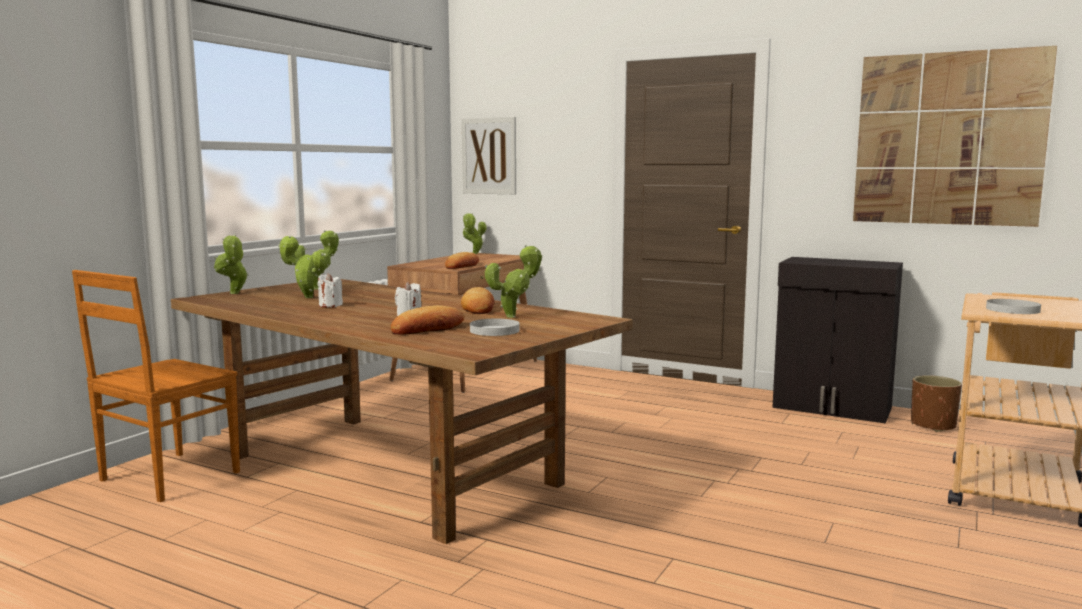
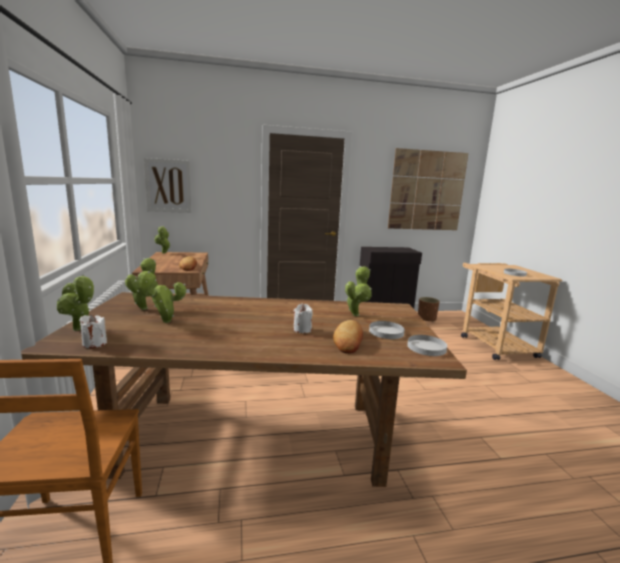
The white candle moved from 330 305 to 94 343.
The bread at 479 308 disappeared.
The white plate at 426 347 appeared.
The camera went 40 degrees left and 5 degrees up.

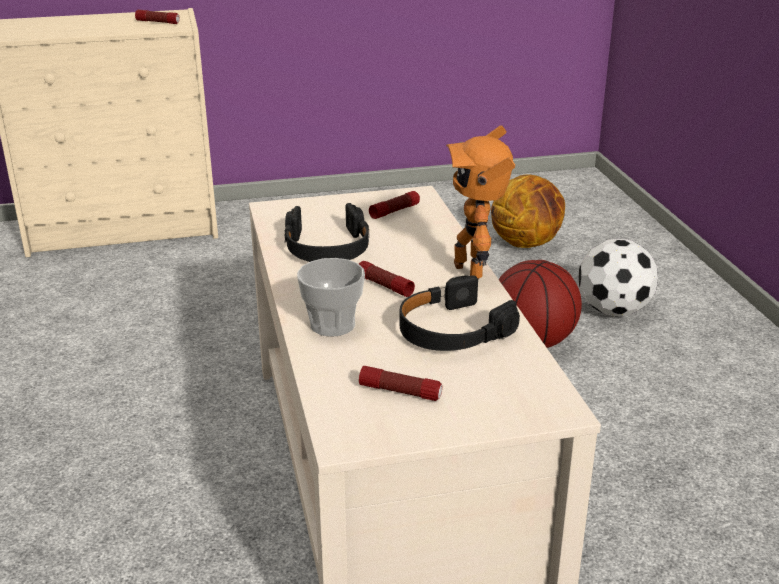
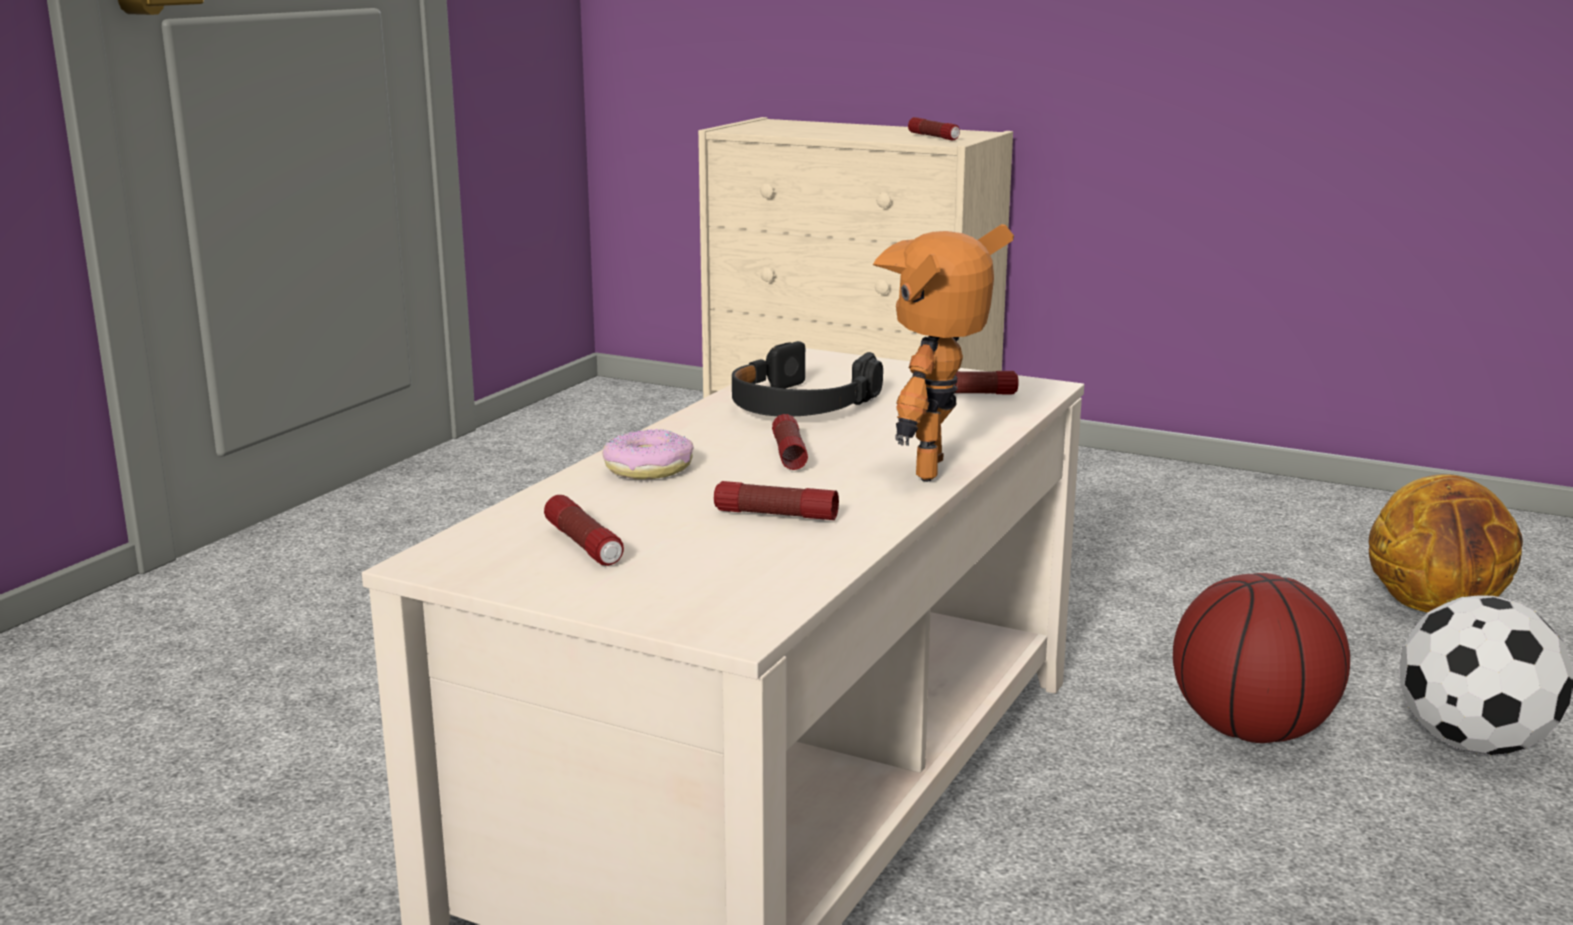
The cup at 332 325 was replaced by the donut at 647 468.
The black headphones at 452 330 was replaced by the flashlight at 775 515.
The camera went 40 degrees right and 10 degrees down.

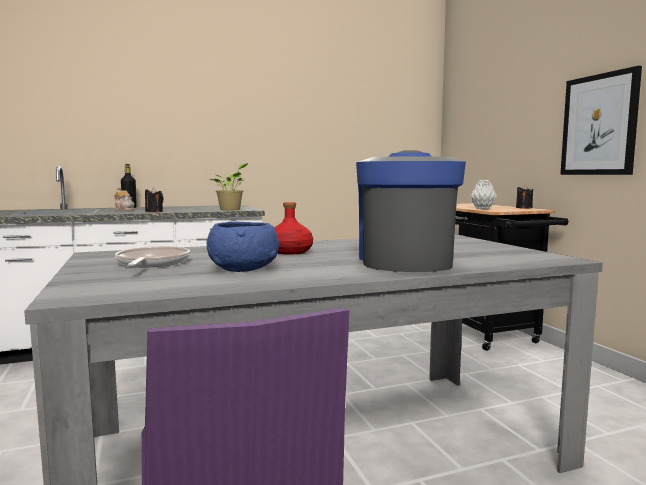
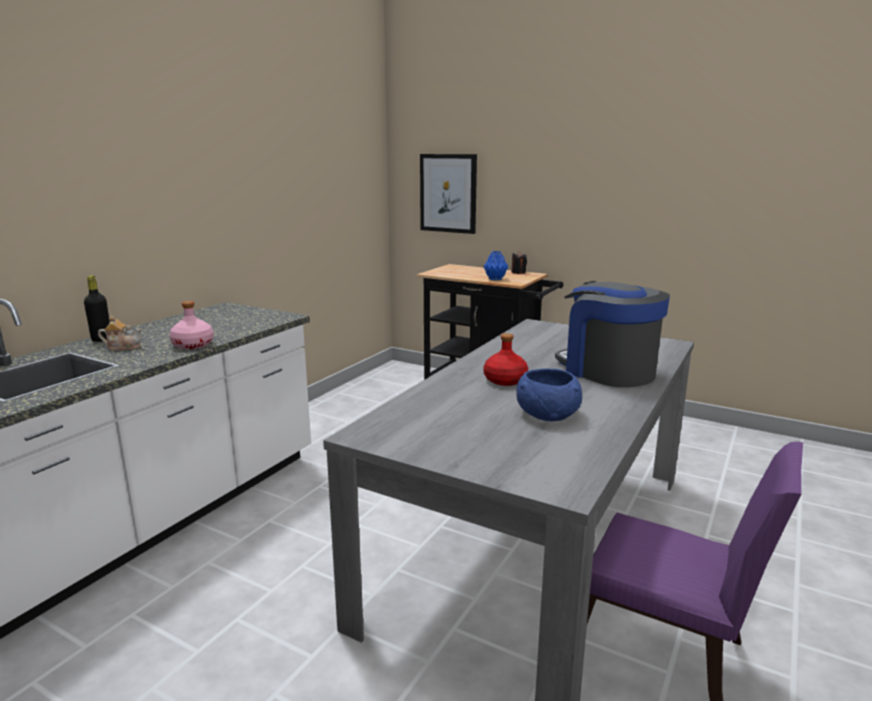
The picture moved from 599 125 to 448 193.
The potted plant at 231 209 disappeared.
The grey vase at 482 208 became the blue vase at 495 279.
The black candle at 154 211 was replaced by the pink bottle at 193 345.
The frying pan at 151 263 disappeared.
The camera went 40 degrees left and 10 degrees up.

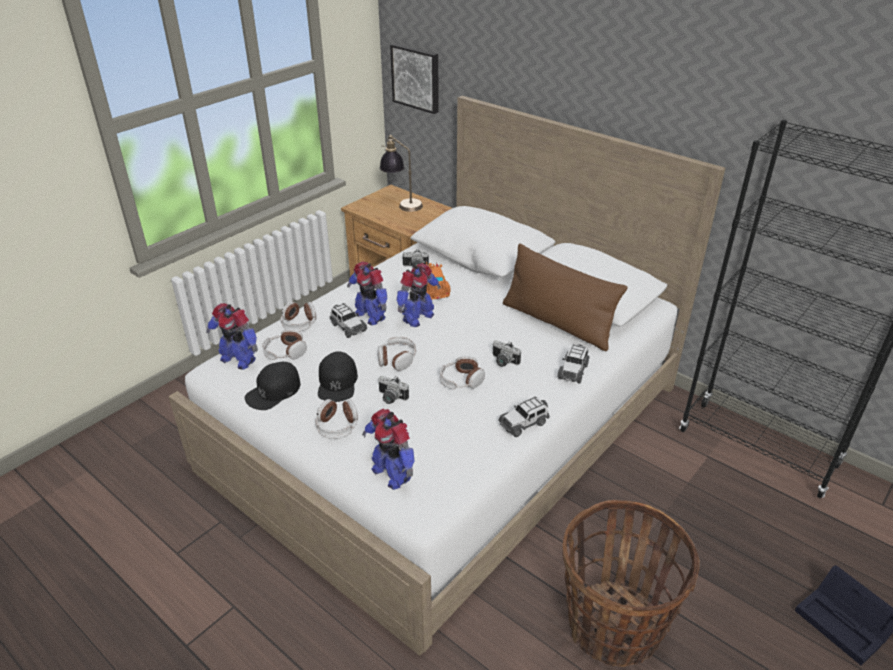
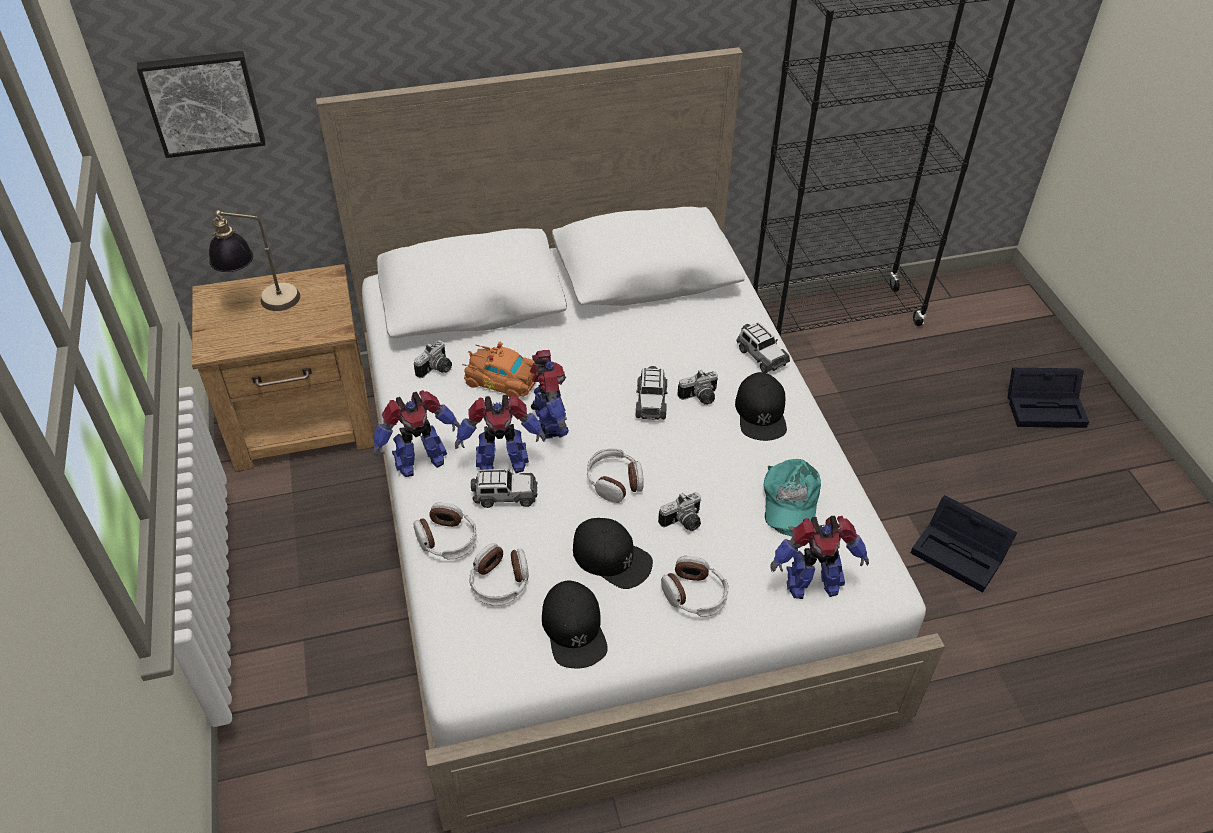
The brown pillow at 557 323 disappeared.
The toy robot moved from 238 359 to 419 461.
The headphones at 461 380 disappeared.
The toy car moved from 524 423 to 651 402.
The basket at 613 626 was replaced by the black storage box at 961 554.
The black cap at 761 413 appeared.
The turquoise cap at 789 501 appeared.
The camera went 55 degrees left and 10 degrees up.

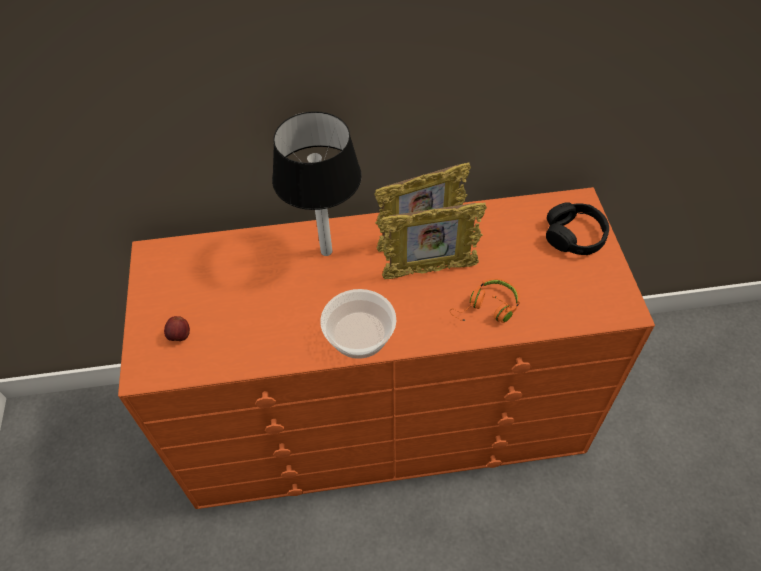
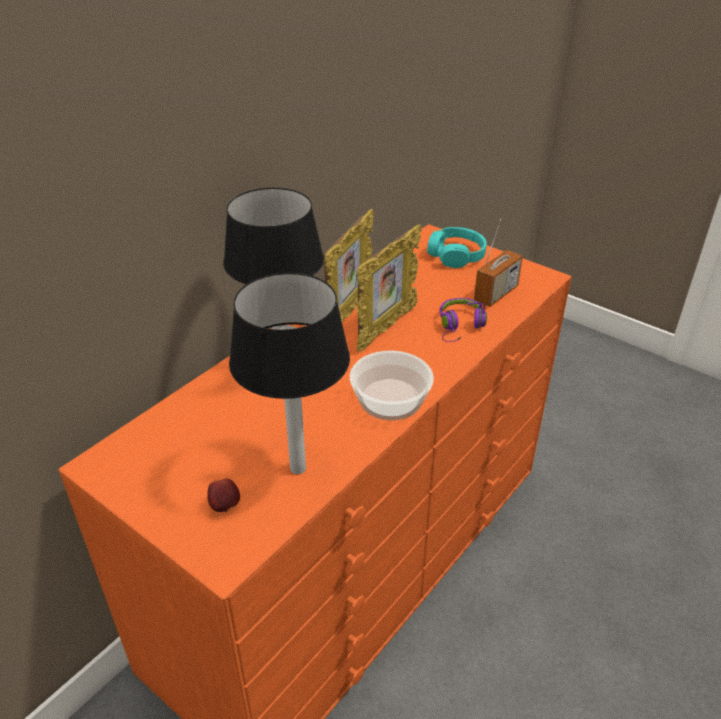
The black headphones at 574 236 became the turquoise headphones at 456 255.
The orange headphones at 487 308 became the purple headphones at 460 326.
The radio at 496 294 appeared.
The table lamp at 297 469 appeared.
The camera went 45 degrees left and 15 degrees down.

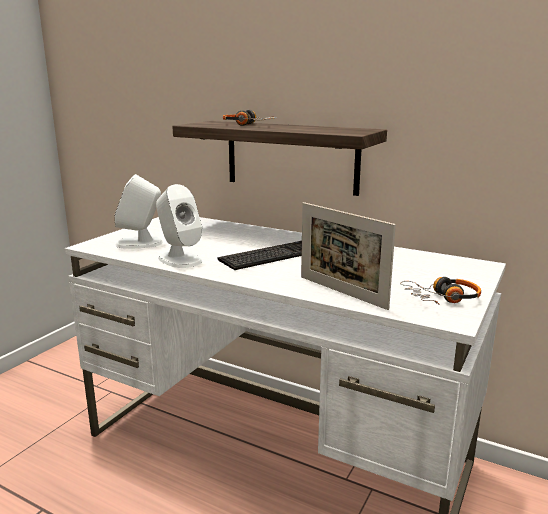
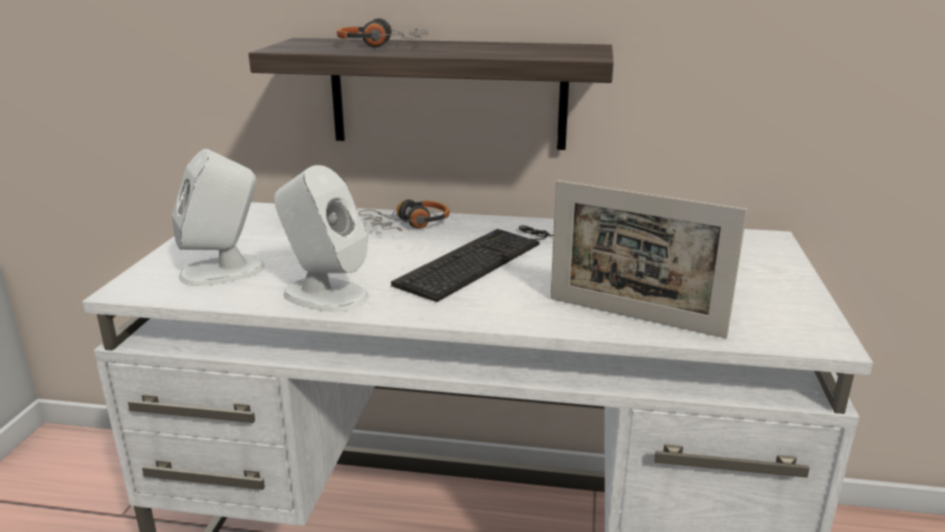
The headphones moved from 442 299 to 408 225.
The camera went 20 degrees left and 5 degrees up.

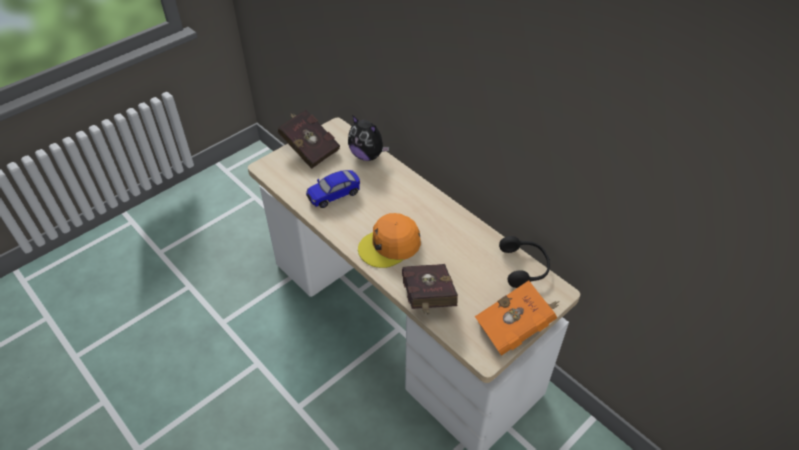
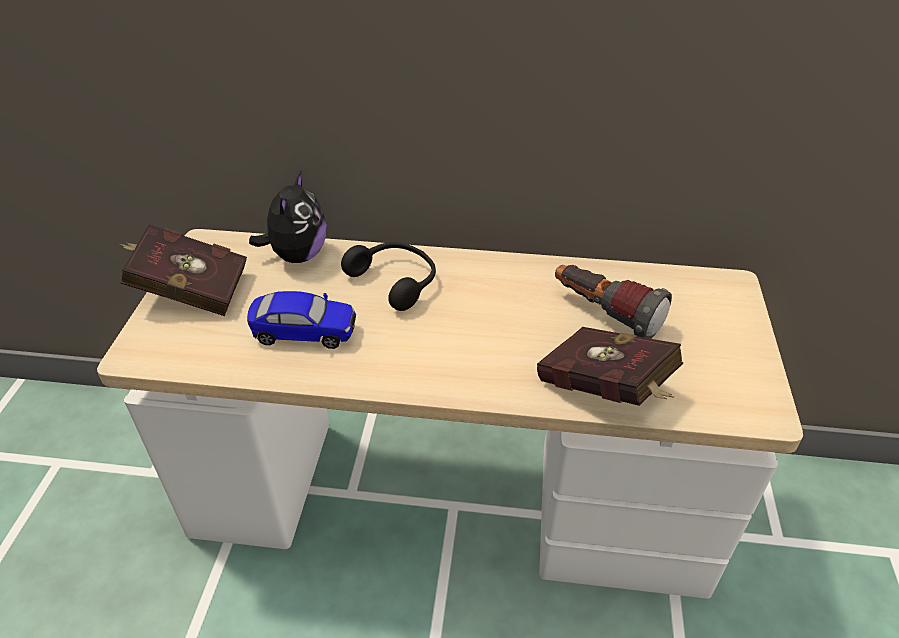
The plush toy at 367 155 turned 75 degrees counterclockwise.
The toy car at 334 195 turned 105 degrees counterclockwise.
The orange cap at 390 245 disappeared.
The black headphones moved from 525 267 to 396 281.
The orange book at 516 328 disappeared.
The flashlight at 604 314 appeared.
The camera went 40 degrees left and 5 degrees down.

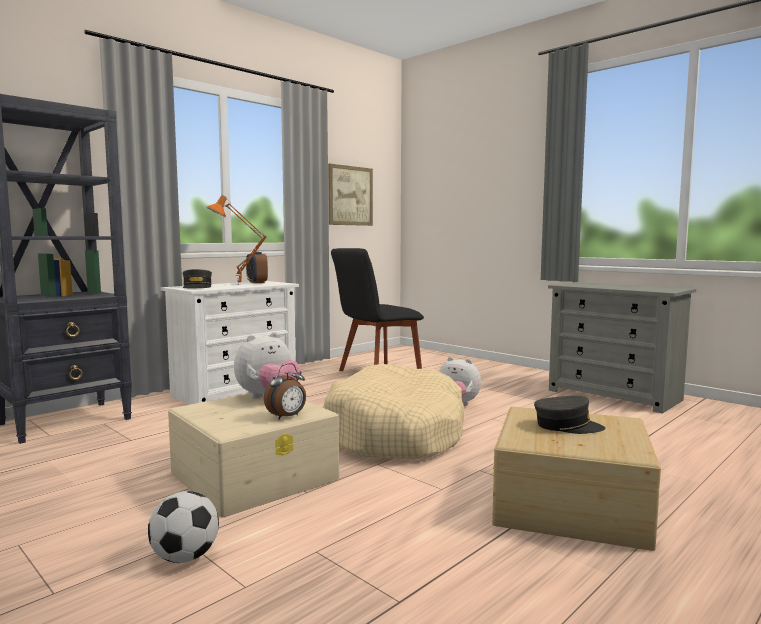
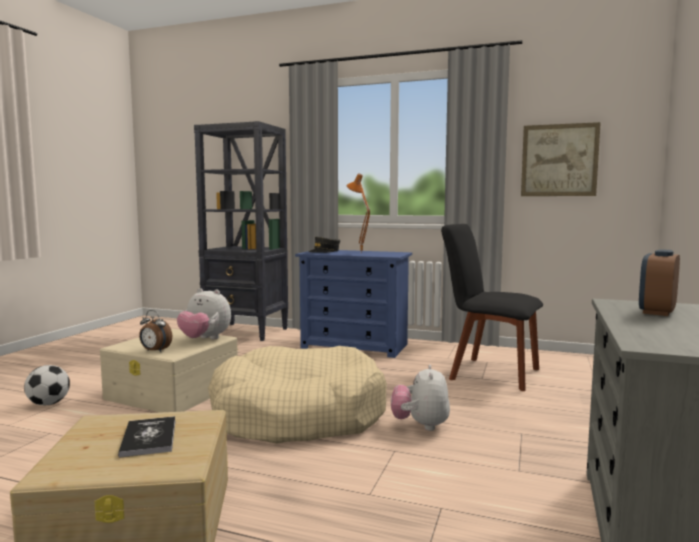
The alarm clock moved from 257 282 to 657 312.
The white dresser at 236 391 became the blue dresser at 355 346.
The grey cap at 567 426 was replaced by the book at 149 438.
The camera went 65 degrees right and 0 degrees up.

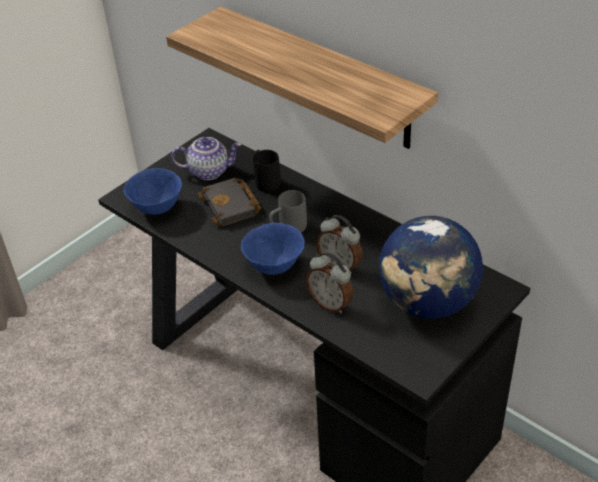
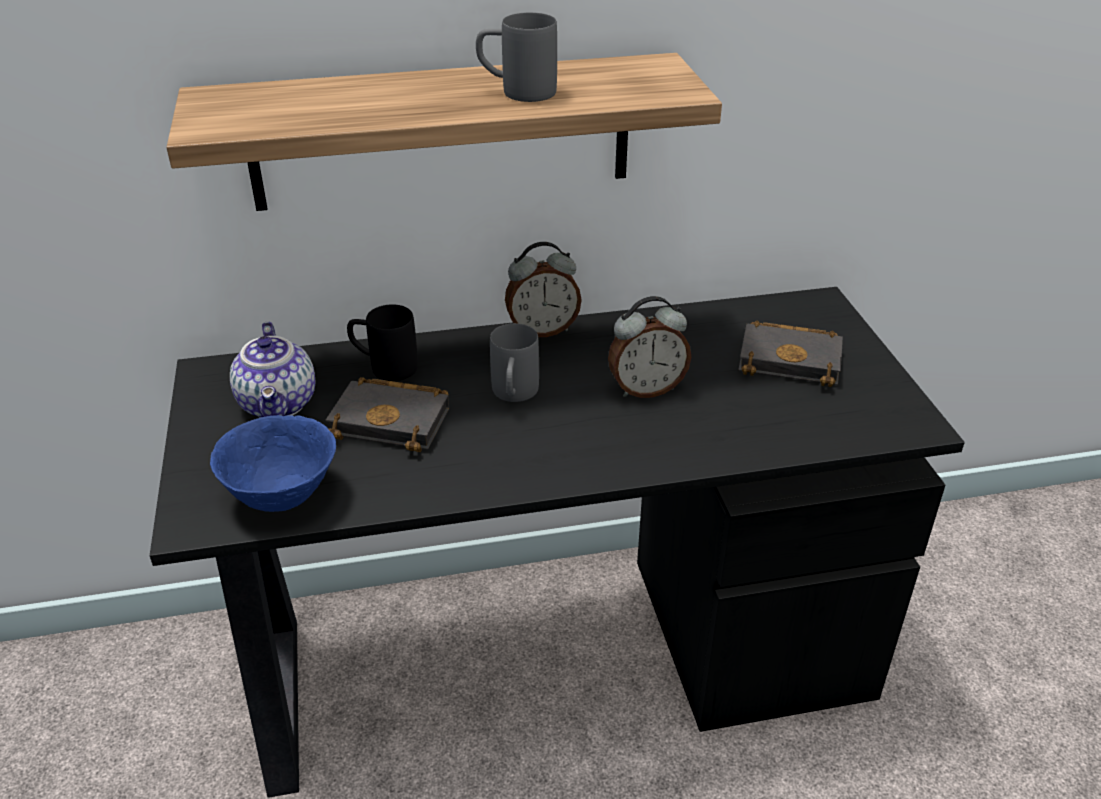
The teapot at 209 171 turned 135 degrees clockwise.
The globe at 428 303 was replaced by the black book at 792 359.
The blue bowl at 275 266 disappeared.
The alarm clock moved from 331 303 to 542 330.
The grey mug at 517 92 appeared.
The camera went 55 degrees left and 5 degrees down.

